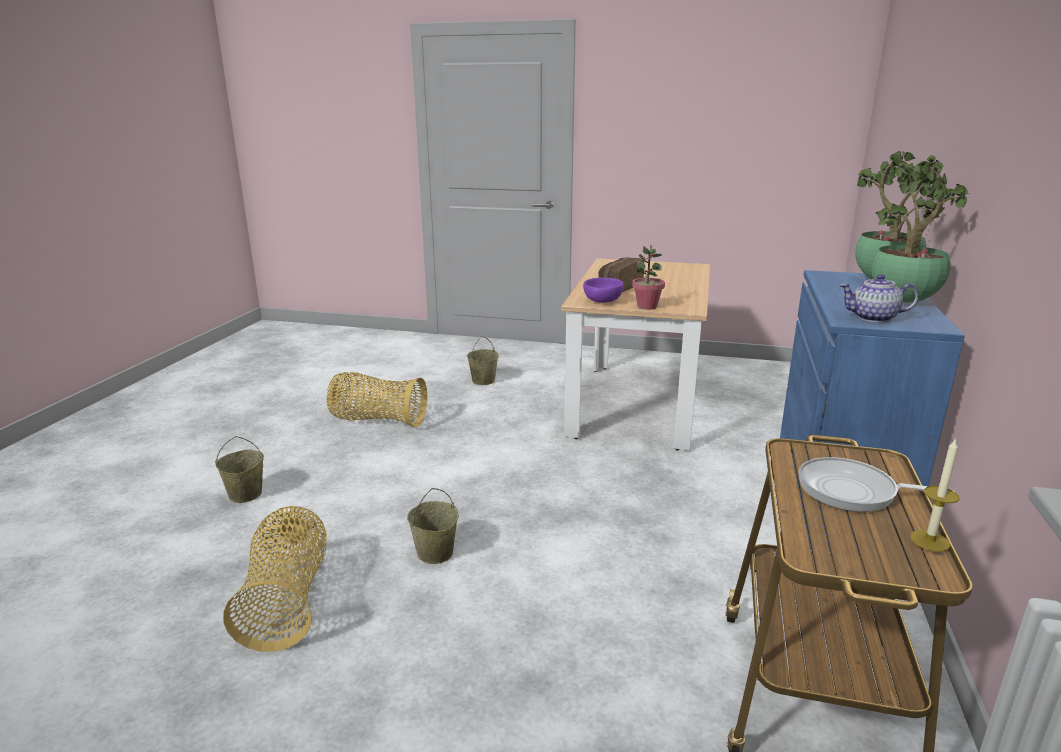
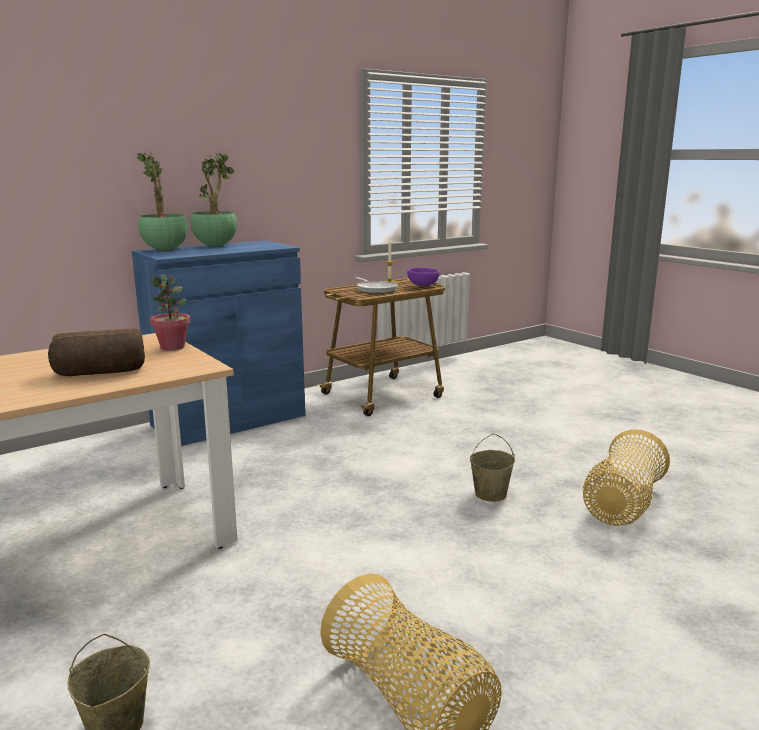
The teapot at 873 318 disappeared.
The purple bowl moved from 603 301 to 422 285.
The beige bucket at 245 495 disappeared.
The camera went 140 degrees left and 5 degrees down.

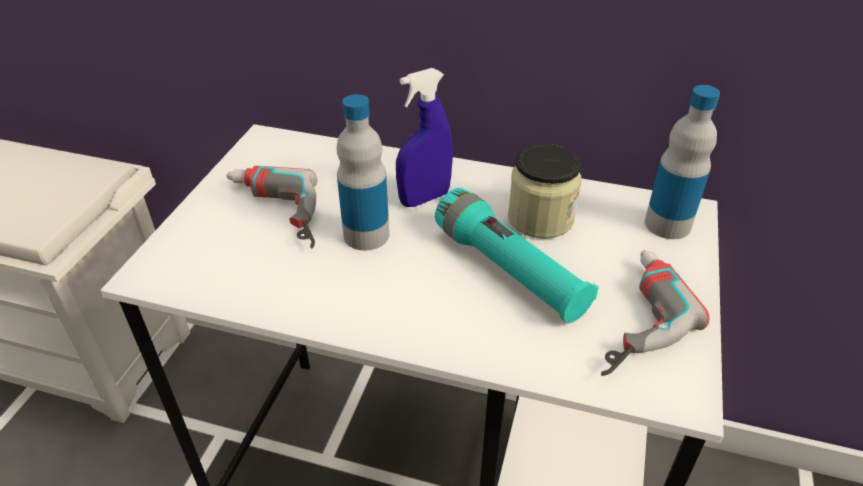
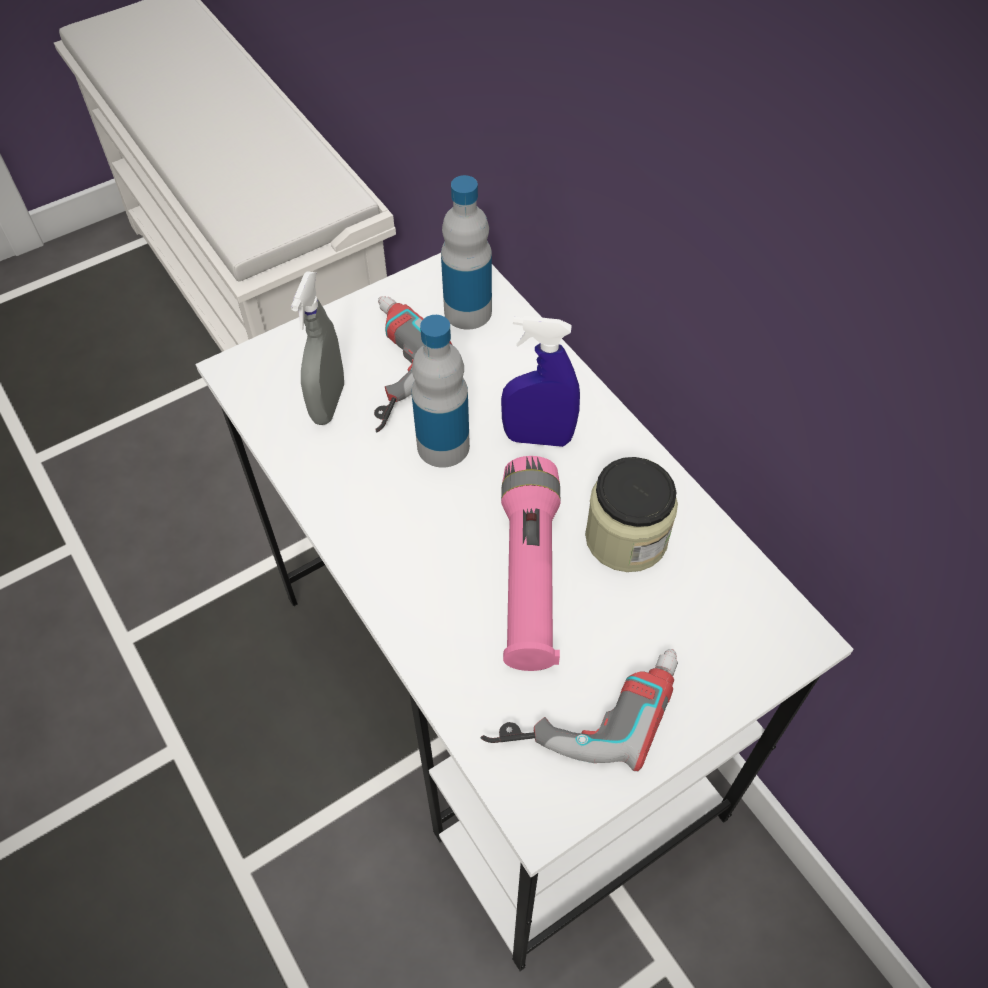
The bottle moved from 667 224 to 468 311.
The turquoise flashlight at 509 271 became the pink flashlight at 529 575.
The grey spray bottle at 328 403 appeared.
The camera went 40 degrees right and 15 degrees up.

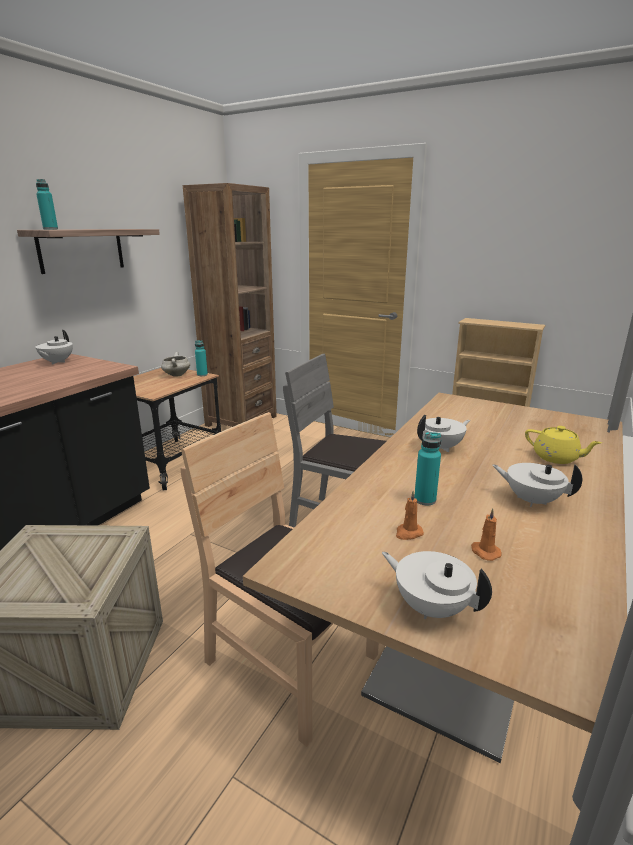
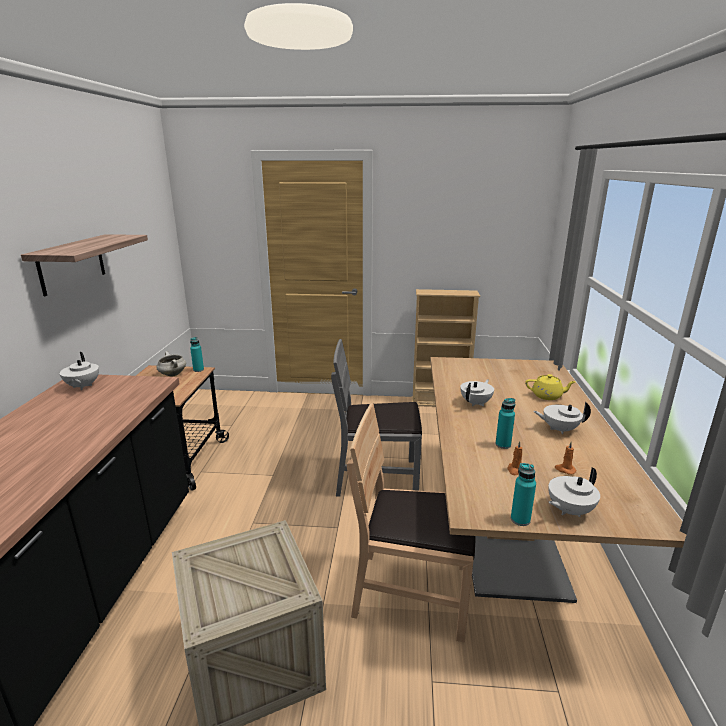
The turquoise bottle moved from 50 229 to 520 519.
The brown bookcase at 241 421 disappeared.
The white teapot at 431 607 turned 45 degrees counterclockwise.
The camera went 25 degrees left and 0 degrees up.

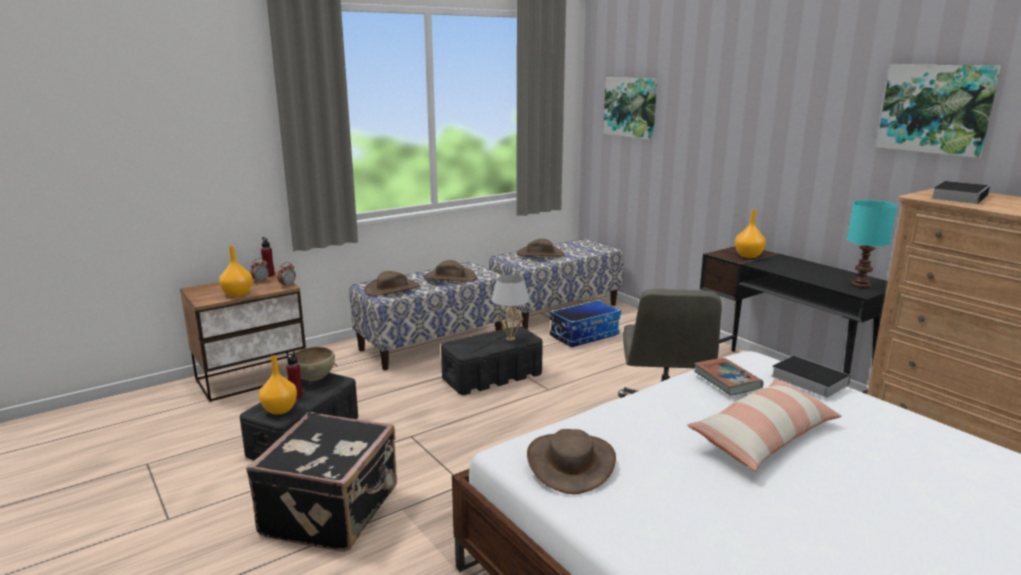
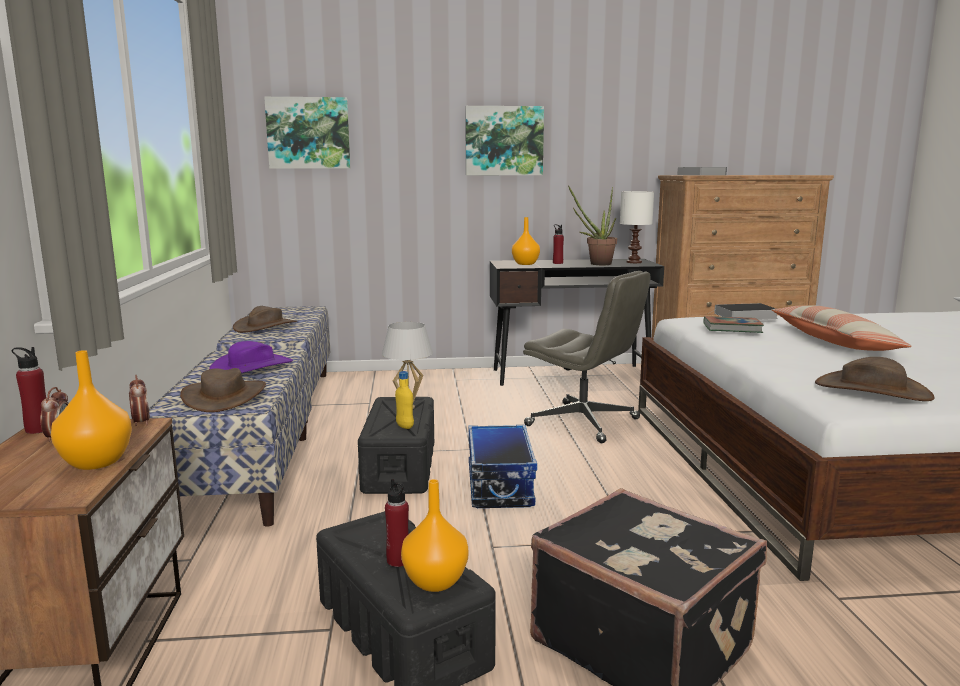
The picture moved from 936 109 to 504 141.
The turquoise table lamp at 860 285 became the white table lamp at 634 262.
The brown hat at 450 278 became the purple hat at 252 367.
The storage box moved from 584 335 to 498 485.
The brown bowl at 314 379 disappeared.
The potted plant at 596 264 appeared.
The red bottle at 557 263 appeared.
The yellow bottle at 404 426 appeared.
The camera went 60 degrees left and 5 degrees down.

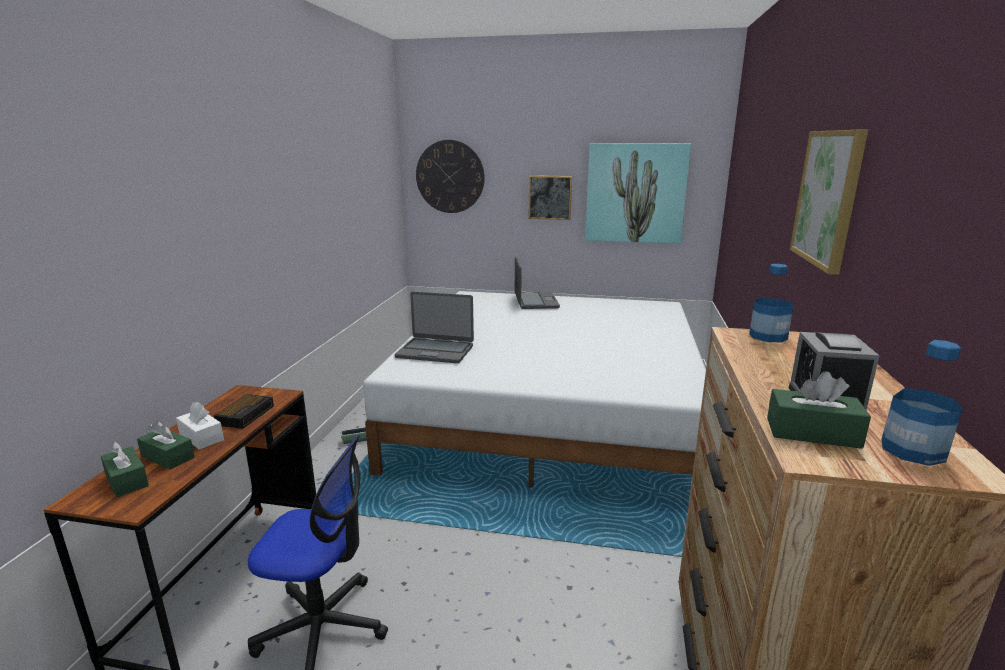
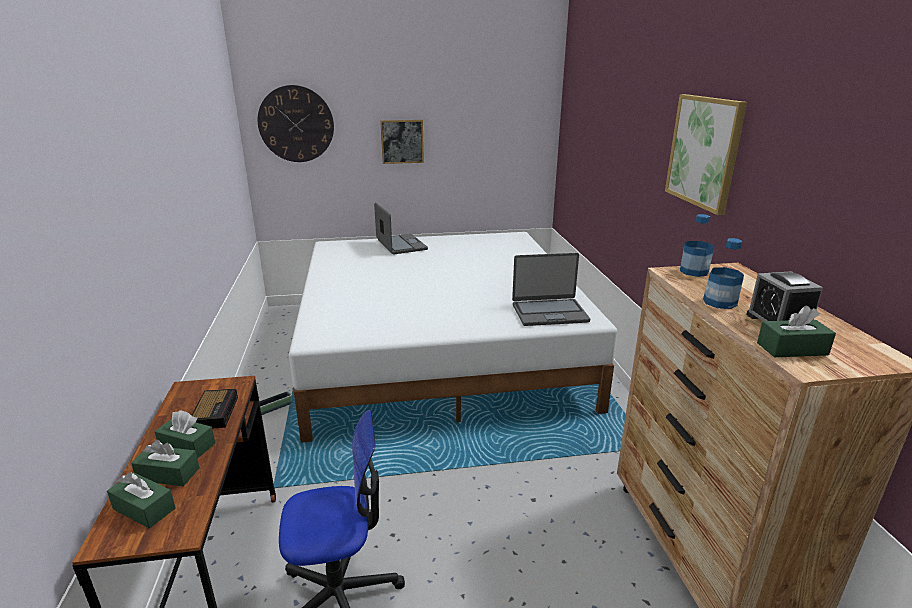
The picture at 635 193 disappeared.
The laptop moved from 435 351 to 549 313.
The bottle moved from 912 450 to 719 302.
The white tissue box at 201 437 became the green tissue box at 187 446.
The camera went 20 degrees left and 5 degrees up.

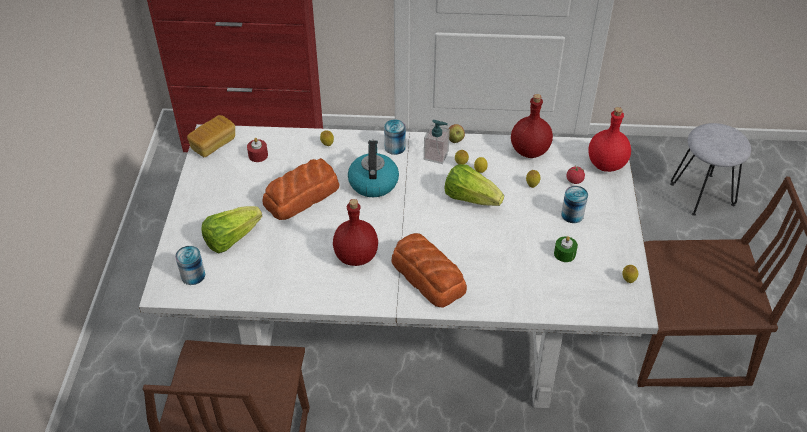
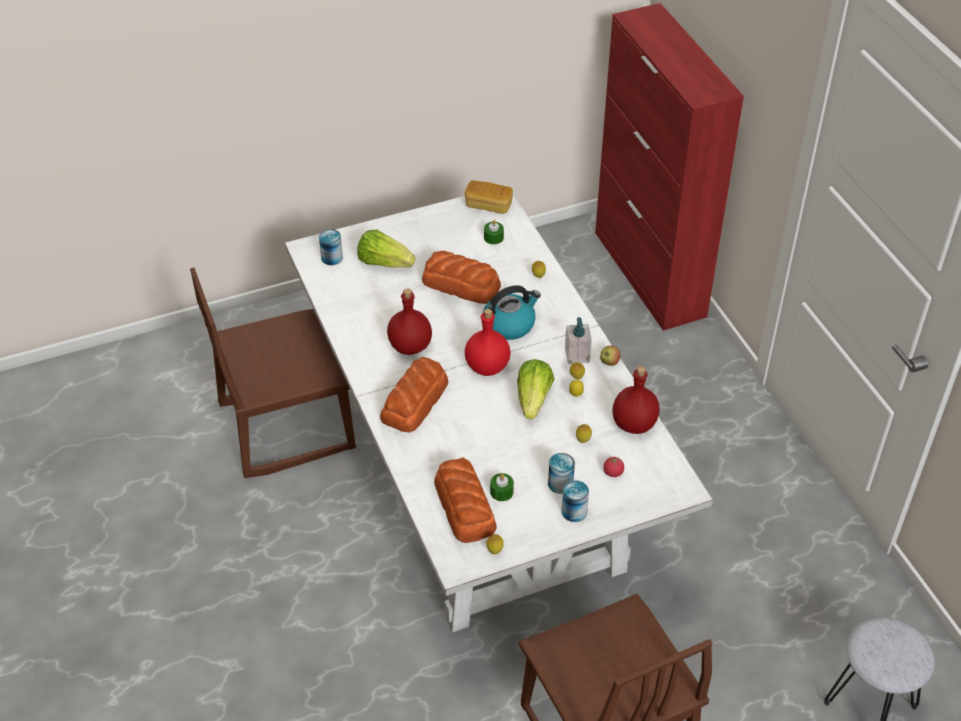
The red bottle moved from 606 164 to 488 366.
The can moved from 395 147 to 574 511.
The red candle at 258 155 became the green candle at 493 238.
The bread at 464 507 appeared.
The camera went 65 degrees right and 0 degrees up.

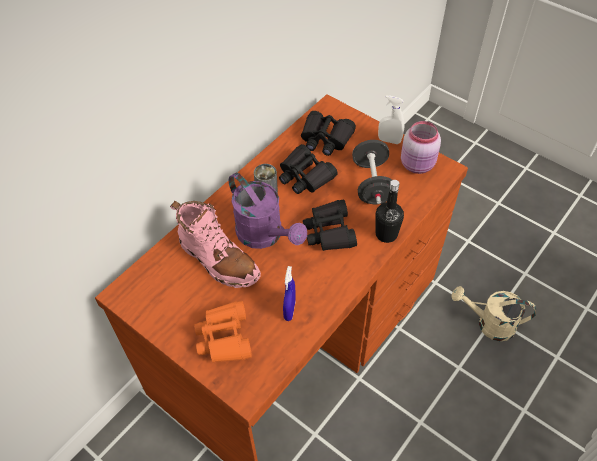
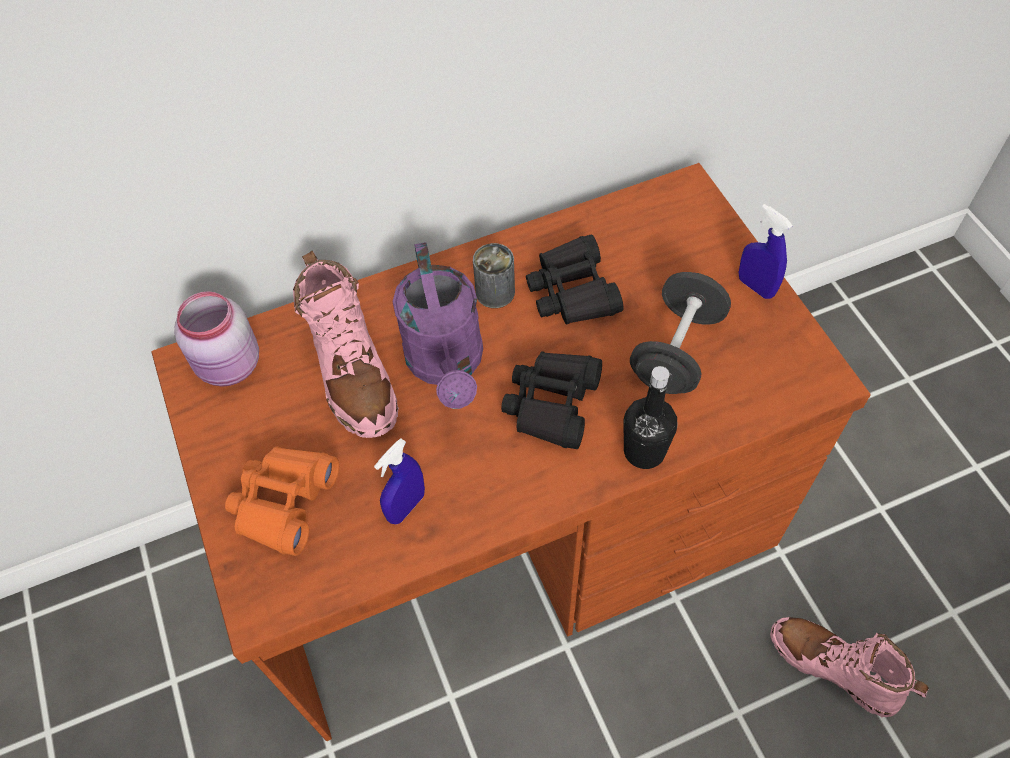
The white spray bottle at 389 140 became the blue spray bottle at 755 287.
The black binoculars at 325 139 disappeared.
The pink jar moved from 418 165 to 230 367.
The beige watering can at 489 324 was replaced by the pink boot at 833 667.
The camera went 30 degrees right and 5 degrees up.

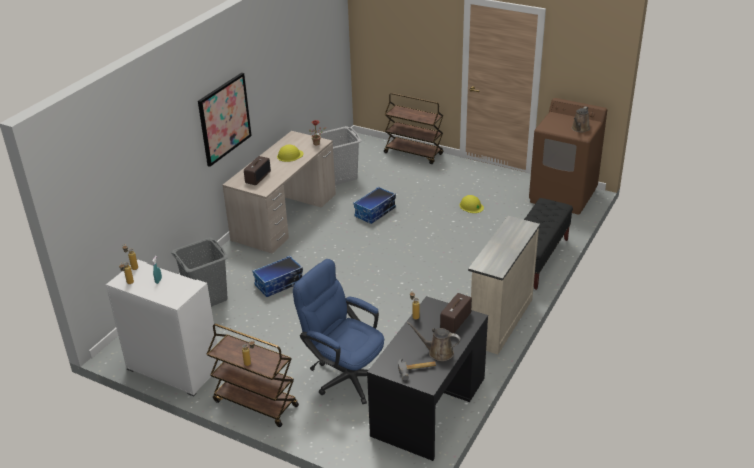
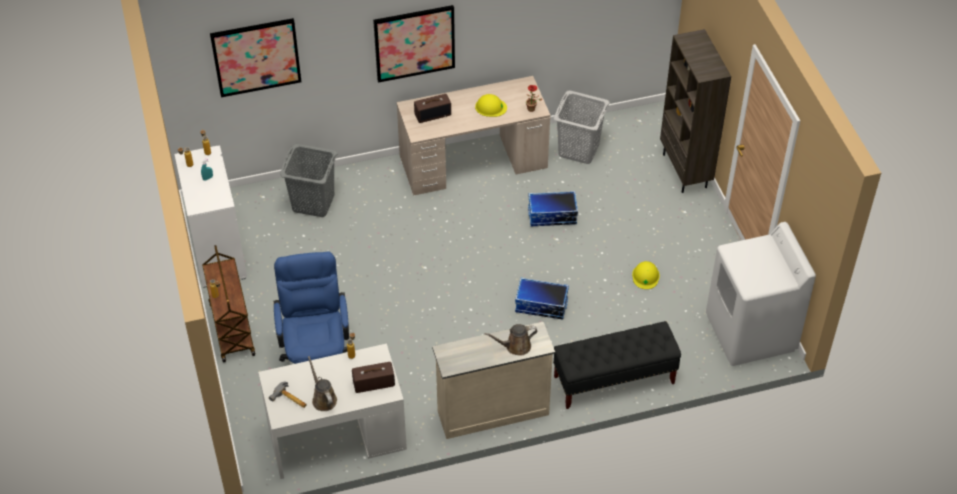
The brown cart at 414 153 was replaced by the brown bookcase at 685 171.
The brown washing machine at 563 196 became the white washing machine at 750 333.
The brown watering can moved from 580 129 to 515 346.
The storage box moved from 279 284 to 541 306.
The black desk at 429 406 became the white desk at 336 436.
The picture at 256 57 appeared.
The camera went 45 degrees right and 15 degrees up.

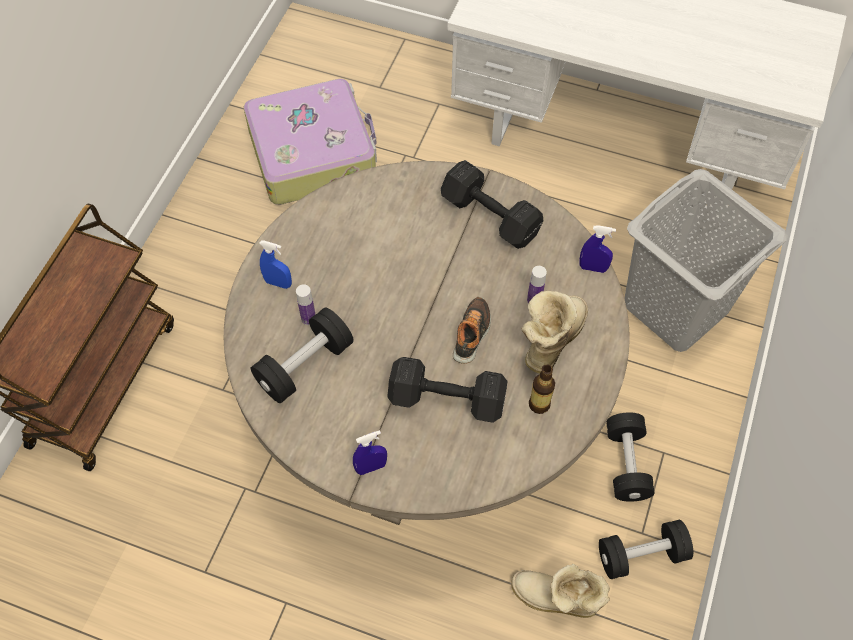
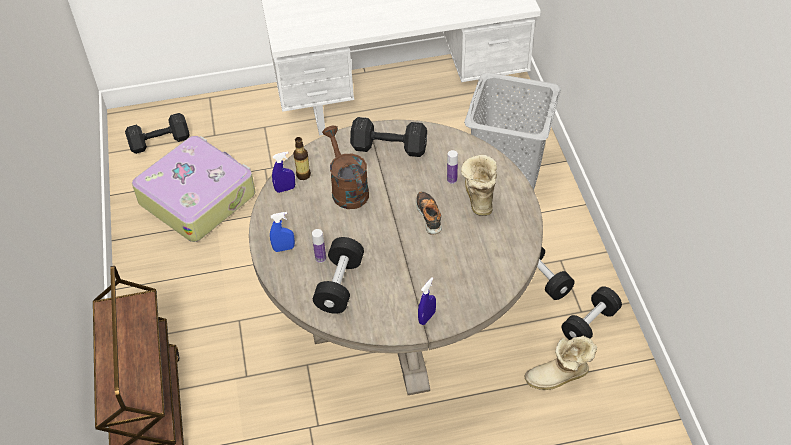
The blue spray bottle moved from 593 268 to 285 189.
The black dumbbell moved from 444 398 to 158 142.
The bottle moved from 539 404 to 303 175.
The brown watering can at 347 189 appeared.
The camera went 30 degrees left and 10 degrees down.

